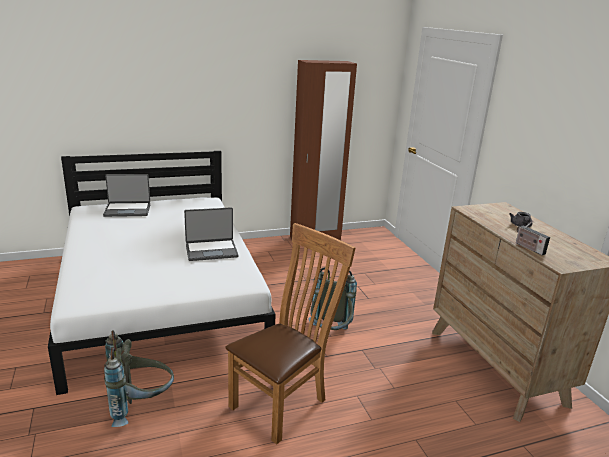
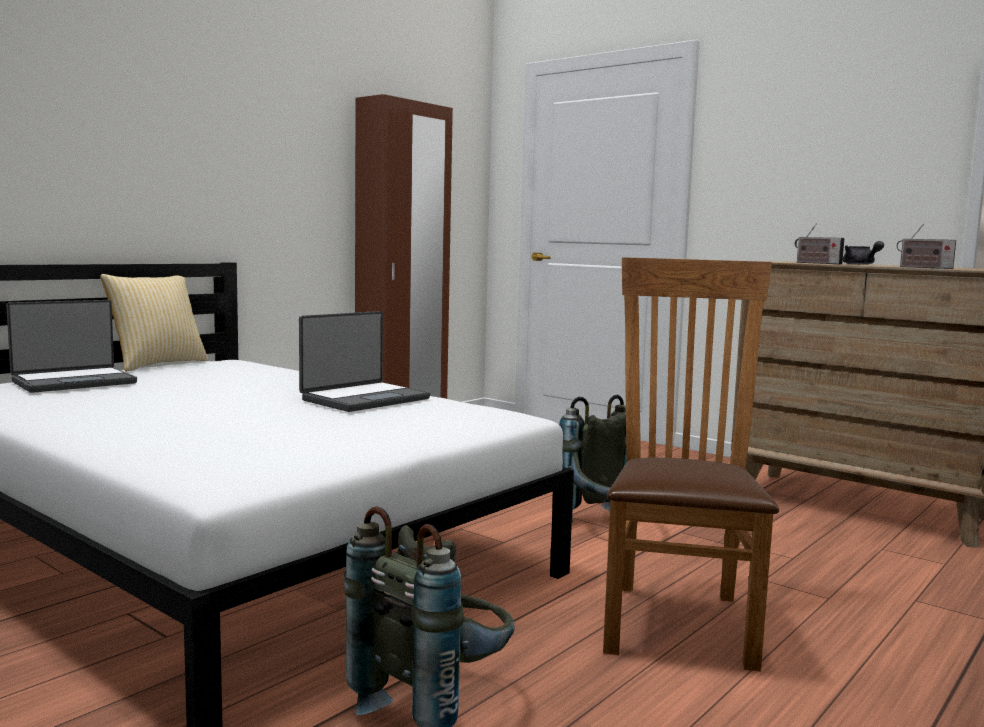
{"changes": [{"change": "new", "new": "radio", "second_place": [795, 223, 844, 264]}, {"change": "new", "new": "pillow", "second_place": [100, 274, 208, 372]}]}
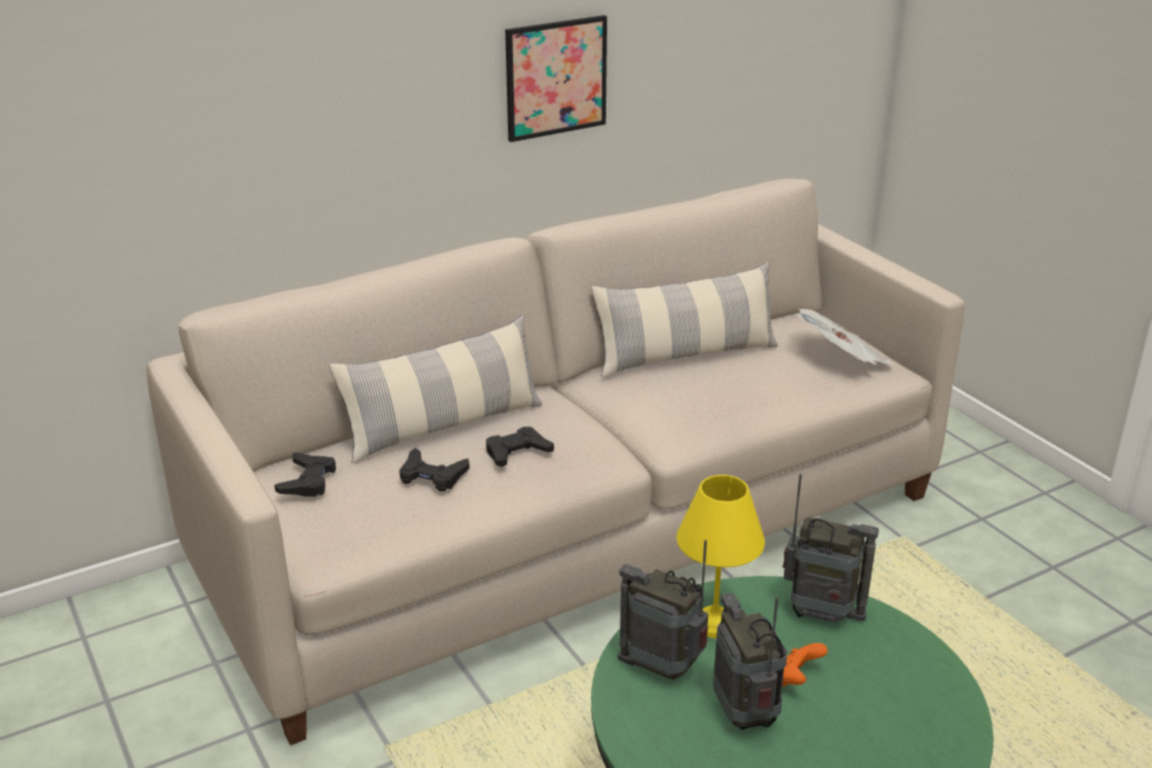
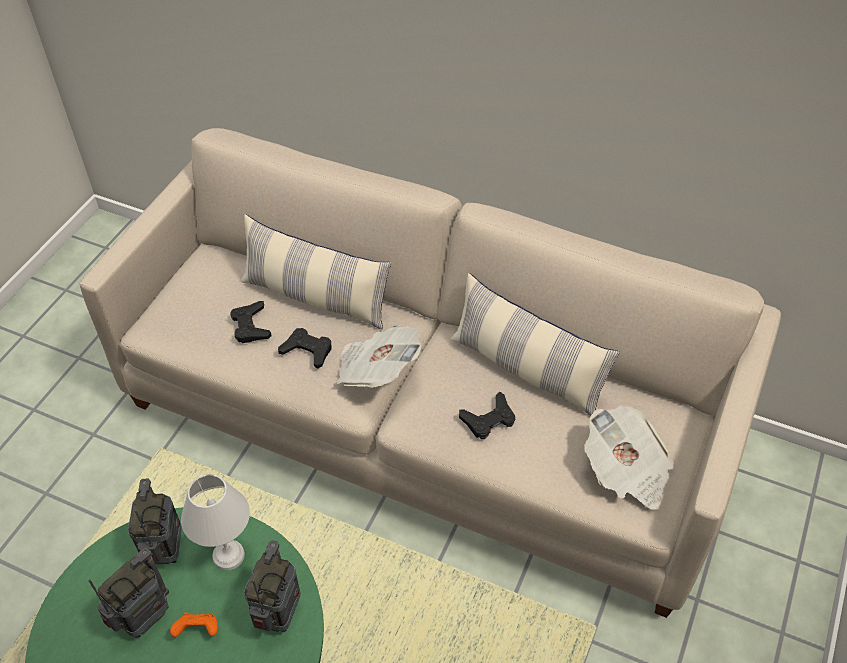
{"changes": [{"change": "gone", "old": "wall art", "first_place": [505, 15, 607, 142]}, {"change": "shifted", "old": "black joypad", "first_place": [274, 453, 336, 497], "second_place": [459, 391, 515, 439]}, {"change": "rotated", "old": "radio", "first_place": [783, 474, 879, 623], "second_place": [244, 540, 301, 632], "degrees": -150}, {"change": "repainted", "old": "yellow-coloured lamp for a table", "new": "white lamp for a table", "first_place": [676, 475, 765, 638], "second_place": [181, 474, 250, 570]}, {"change": "new", "new": "newspaper", "second_place": [336, 325, 421, 388]}]}
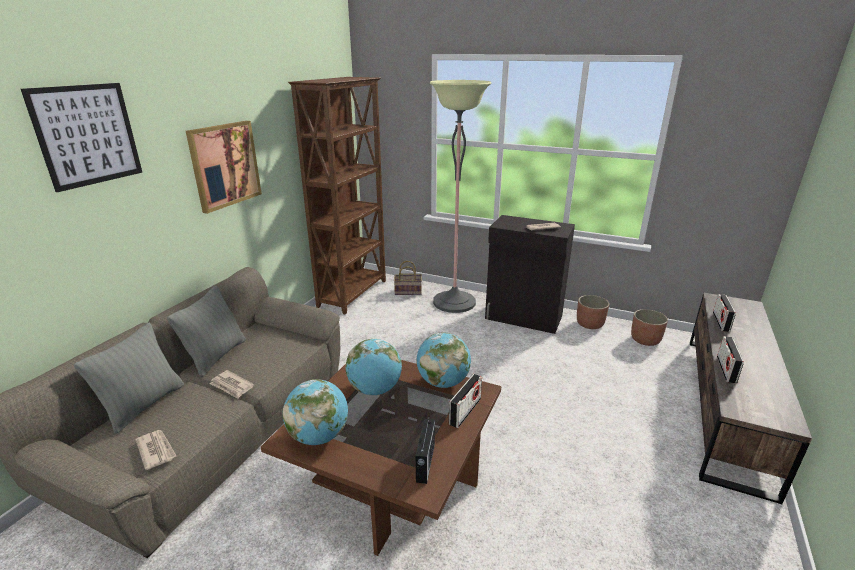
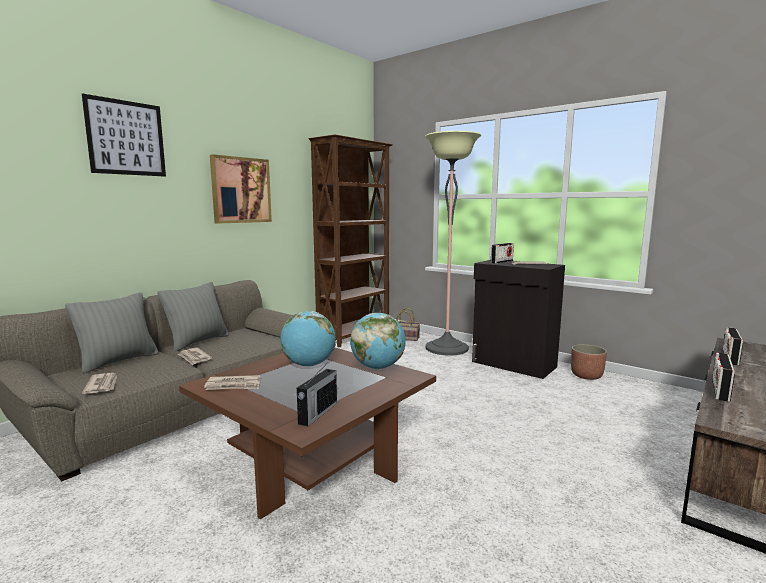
{"changes": [{"change": "gone", "old": "plant pot", "first_place": [631, 309, 668, 346]}, {"change": "shifted", "old": "radio", "first_place": [449, 374, 482, 428], "second_place": [491, 243, 514, 264]}, {"change": "swapped", "old": "world globe", "new": "newspaper", "first_place": [283, 379, 348, 445], "second_place": [204, 375, 261, 390]}]}
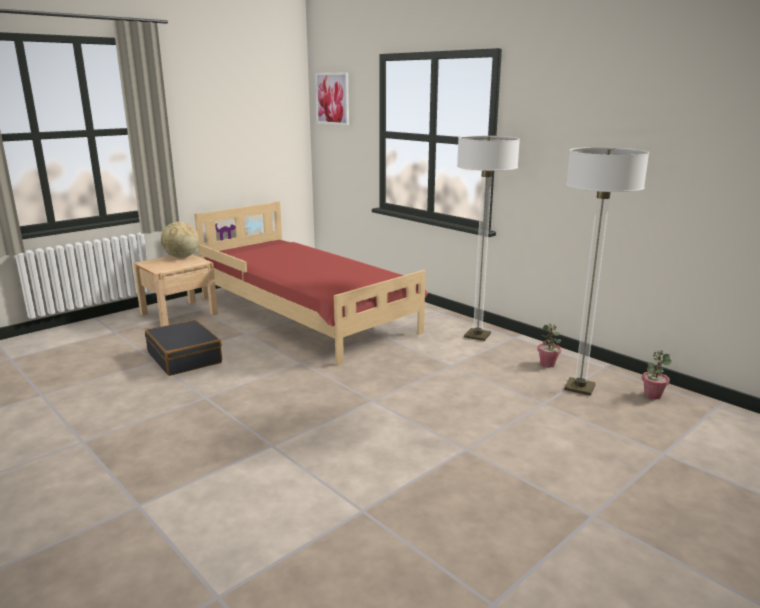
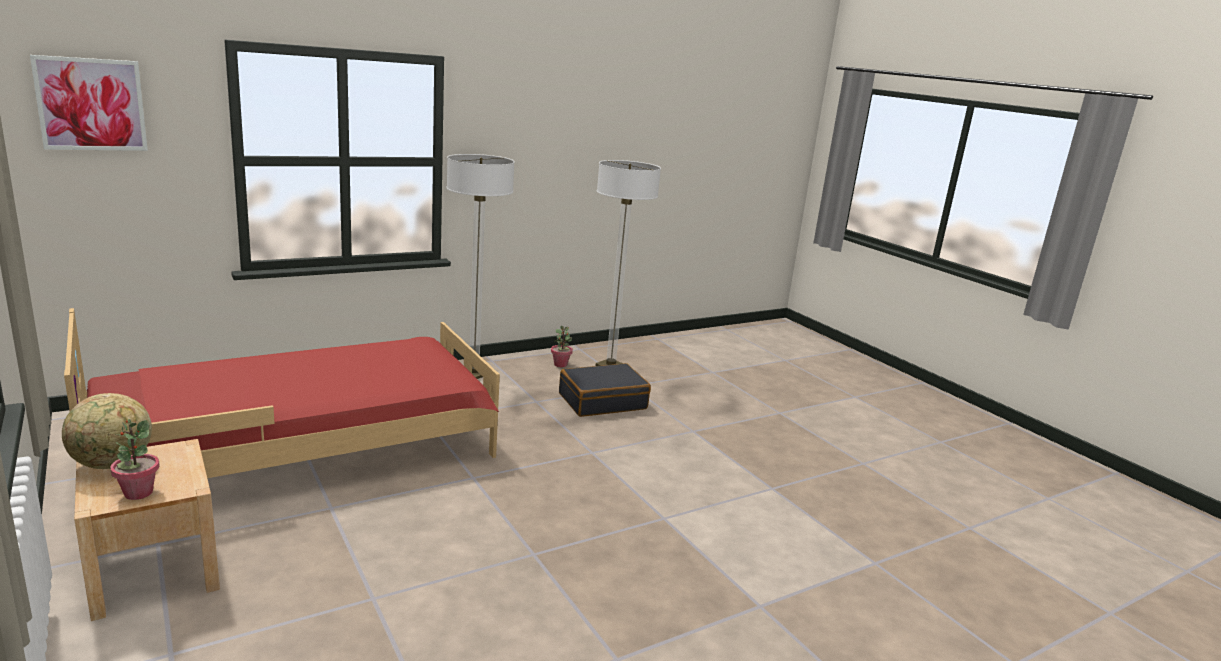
{"changes": [{"change": "shifted", "old": "black piece of luggage", "first_place": [145, 320, 222, 376], "second_place": [559, 363, 651, 417]}, {"change": "shifted", "old": "houseplant", "first_place": [642, 350, 672, 399], "second_place": [110, 419, 160, 500]}]}
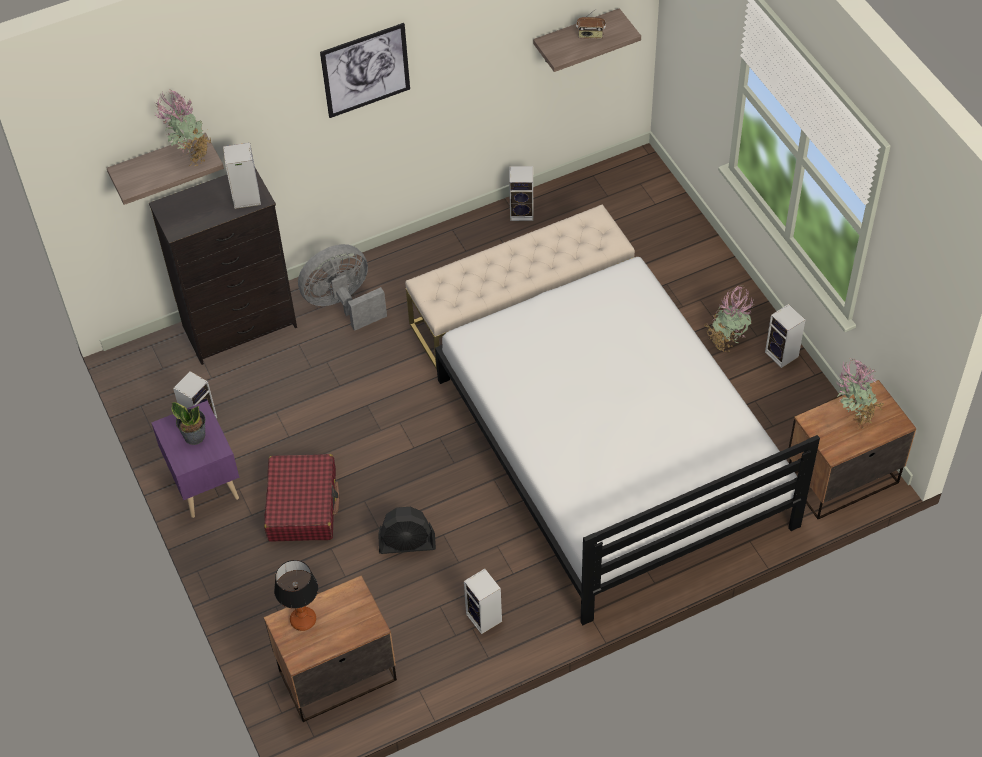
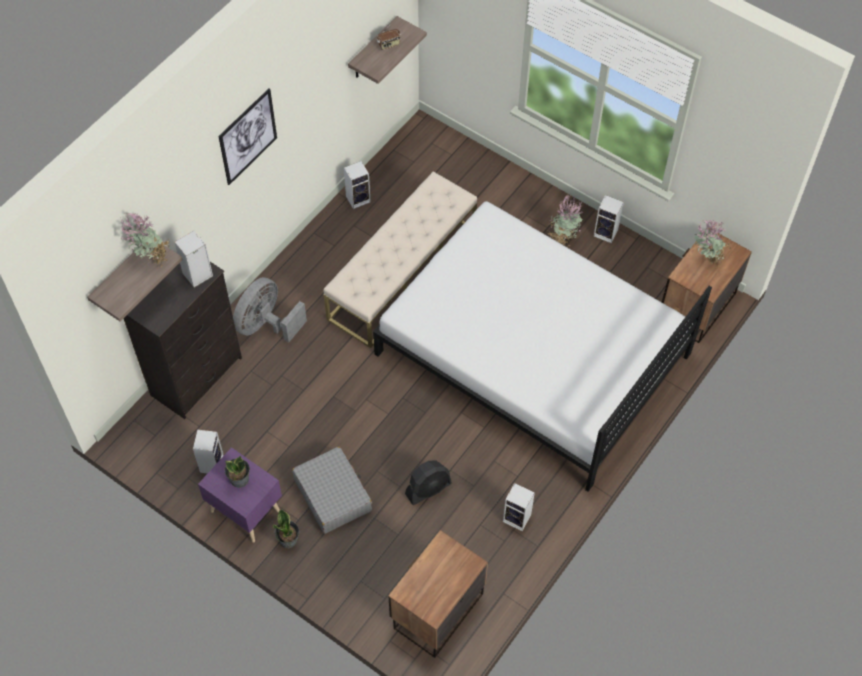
{"changes": [{"change": "repainted", "old": "reddish piece of luggage", "new": "grey piece of luggage", "first_place": [264, 454, 339, 542], "second_place": [292, 447, 372, 534]}, {"change": "gone", "old": "lamp for a table", "first_place": [274, 560, 318, 631]}, {"change": "new", "new": "houseplant", "second_place": [273, 509, 299, 548]}]}
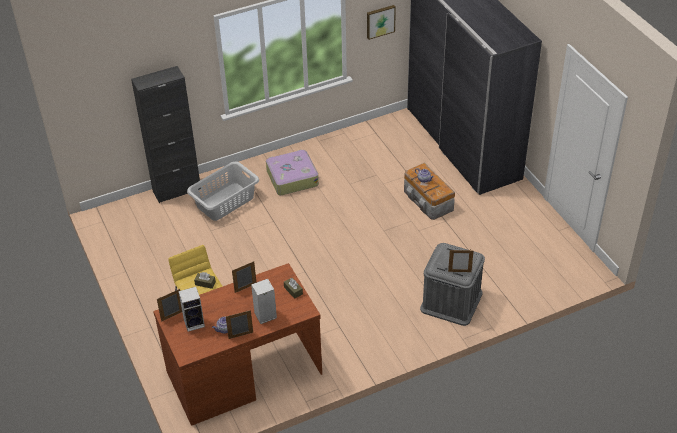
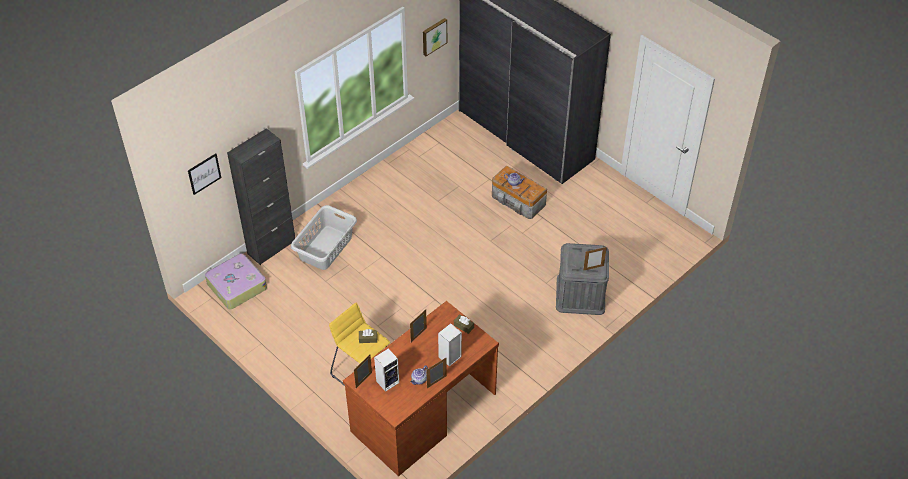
{"changes": [{"change": "shifted", "old": "piece of luggage", "first_place": [266, 149, 319, 195], "second_place": [205, 253, 267, 310]}, {"change": "new", "new": "wall art", "second_place": [188, 153, 222, 195]}]}
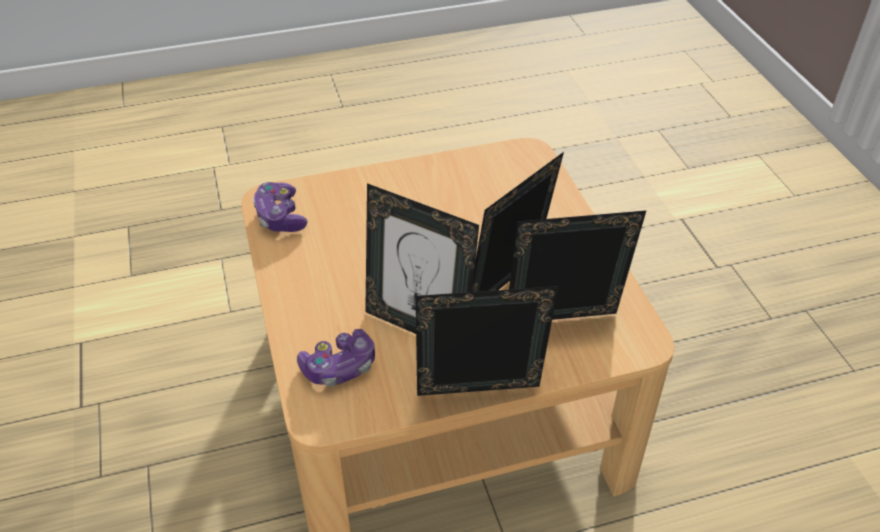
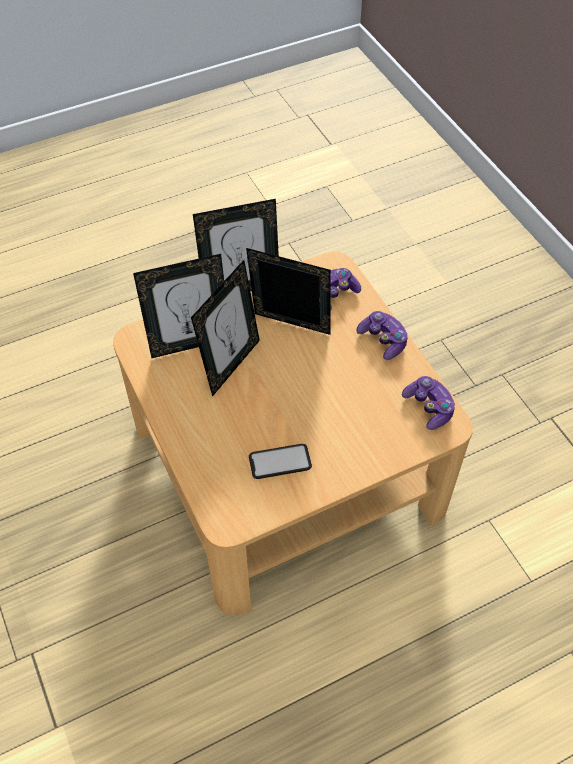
{"changes": [{"change": "new", "new": "joypad", "second_place": [356, 311, 408, 360]}, {"change": "new", "new": "handset", "second_place": [249, 444, 312, 479]}]}
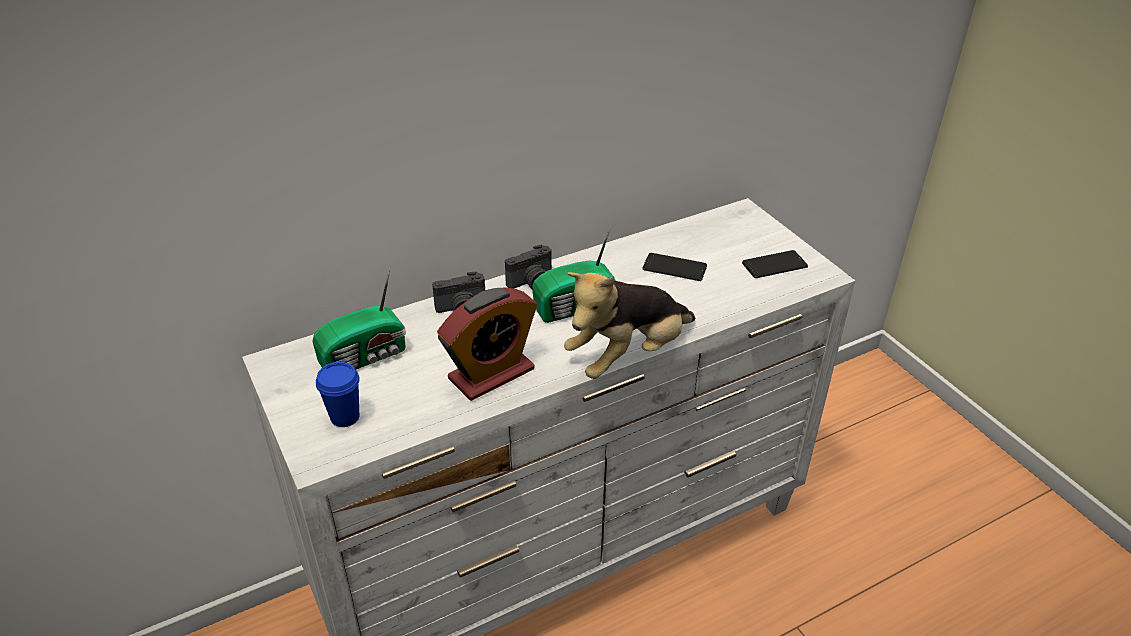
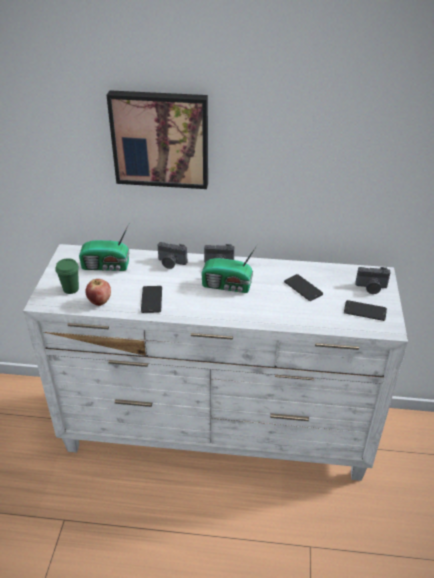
{"changes": [{"change": "gone", "old": "soft toy", "first_place": [564, 272, 695, 379]}, {"change": "swapped", "old": "bedside clock", "new": "handset", "first_place": [437, 287, 537, 401], "second_place": [141, 286, 162, 313]}, {"change": "repainted", "old": "blue-coloured small cup", "new": "green-coloured small cup", "first_place": [316, 362, 360, 427], "second_place": [55, 258, 79, 294]}, {"change": "new", "new": "wall art", "second_place": [106, 90, 208, 189]}, {"change": "new", "new": "still camera", "second_place": [355, 267, 390, 294]}, {"change": "new", "new": "apple fruit", "second_place": [85, 279, 111, 306]}]}
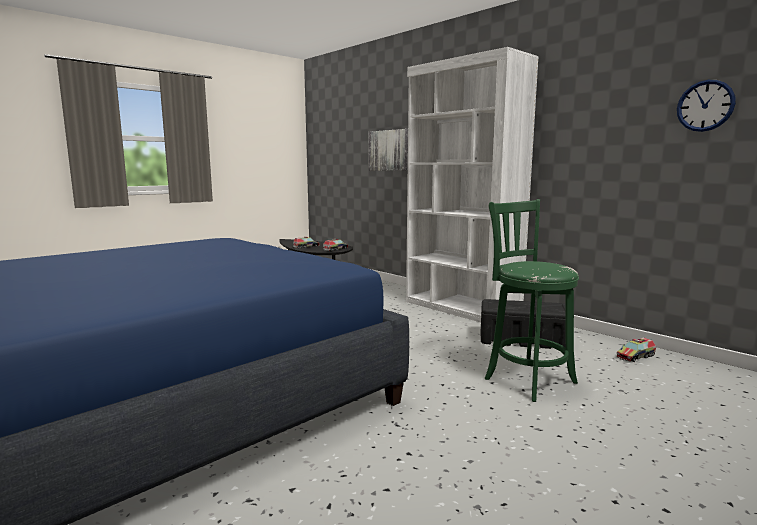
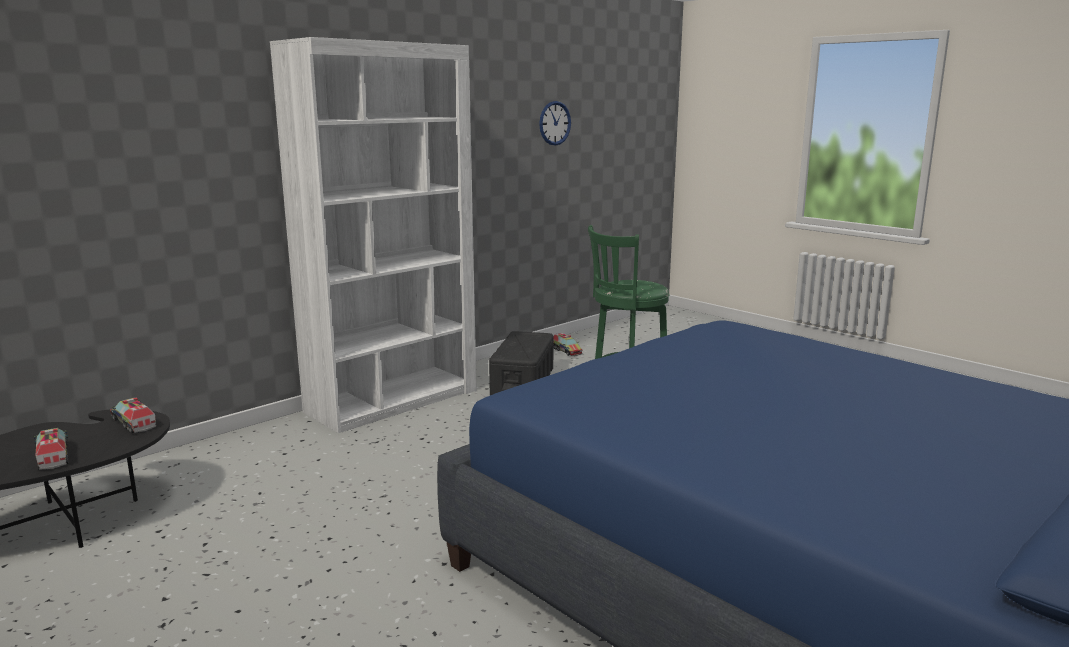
{"changes": [{"change": "gone", "old": "wall art", "first_place": [368, 129, 408, 171]}]}
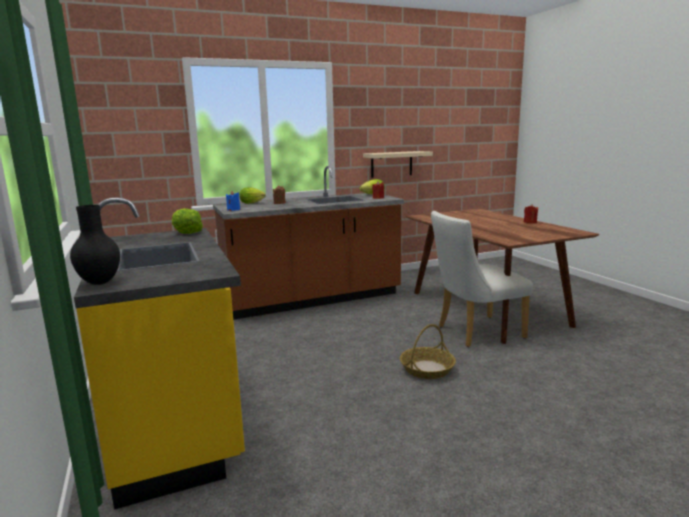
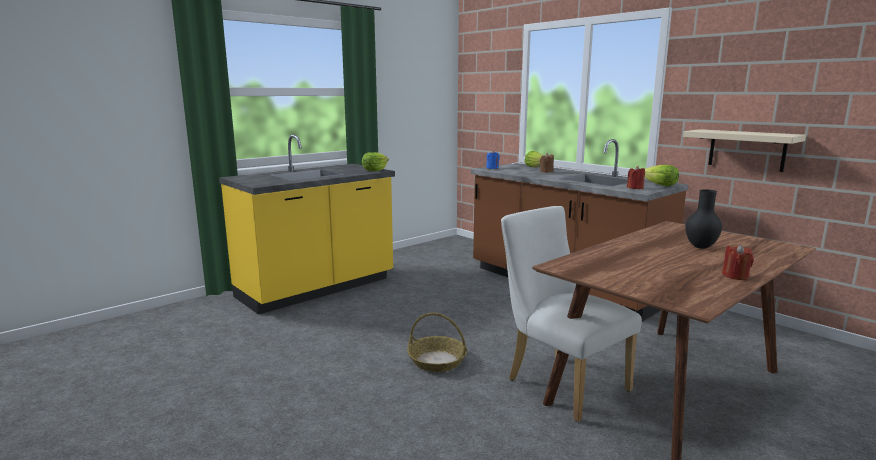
{"changes": [{"change": "shifted", "old": "black vase", "first_place": [70, 205, 120, 285], "second_place": [685, 189, 722, 249]}]}
